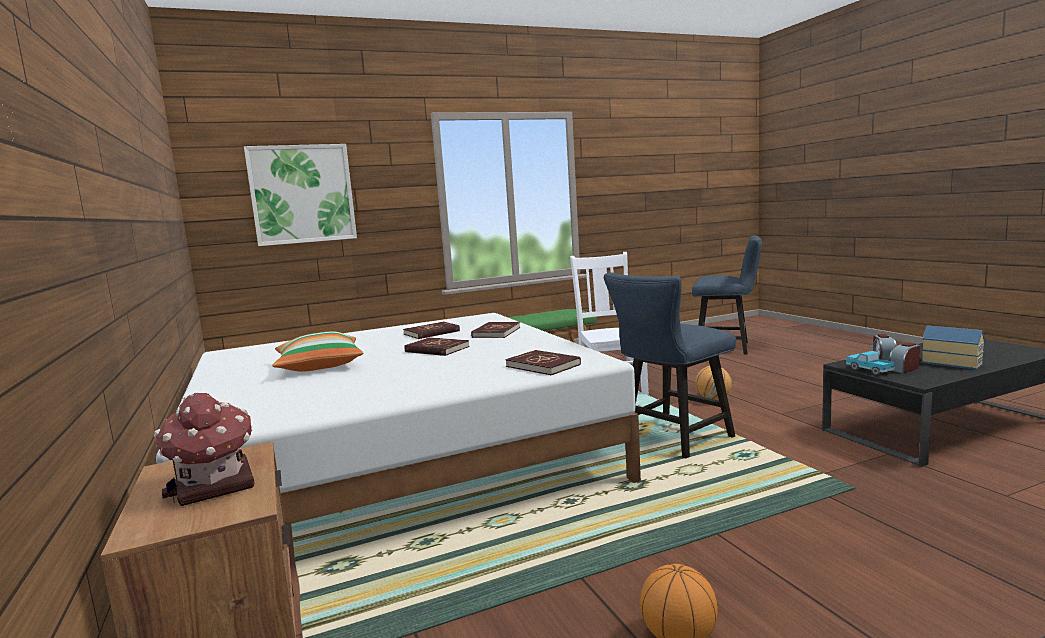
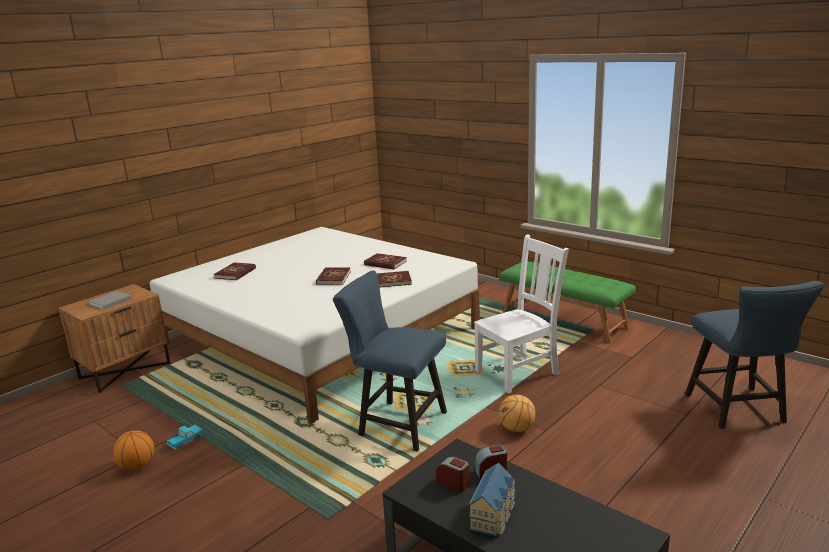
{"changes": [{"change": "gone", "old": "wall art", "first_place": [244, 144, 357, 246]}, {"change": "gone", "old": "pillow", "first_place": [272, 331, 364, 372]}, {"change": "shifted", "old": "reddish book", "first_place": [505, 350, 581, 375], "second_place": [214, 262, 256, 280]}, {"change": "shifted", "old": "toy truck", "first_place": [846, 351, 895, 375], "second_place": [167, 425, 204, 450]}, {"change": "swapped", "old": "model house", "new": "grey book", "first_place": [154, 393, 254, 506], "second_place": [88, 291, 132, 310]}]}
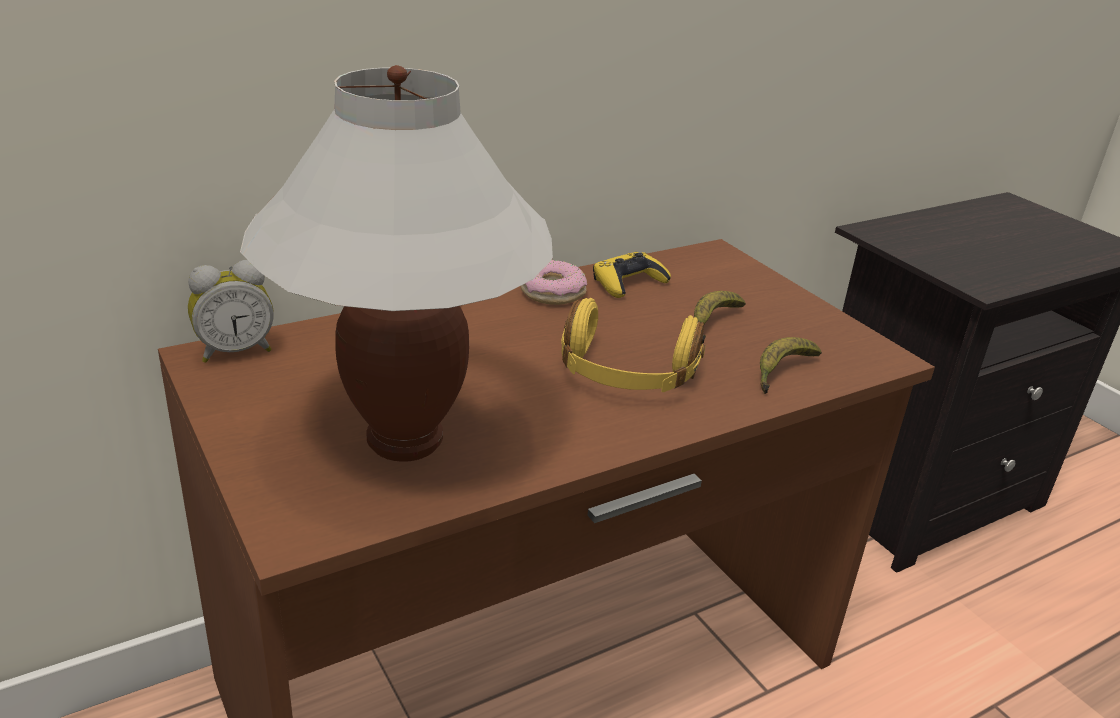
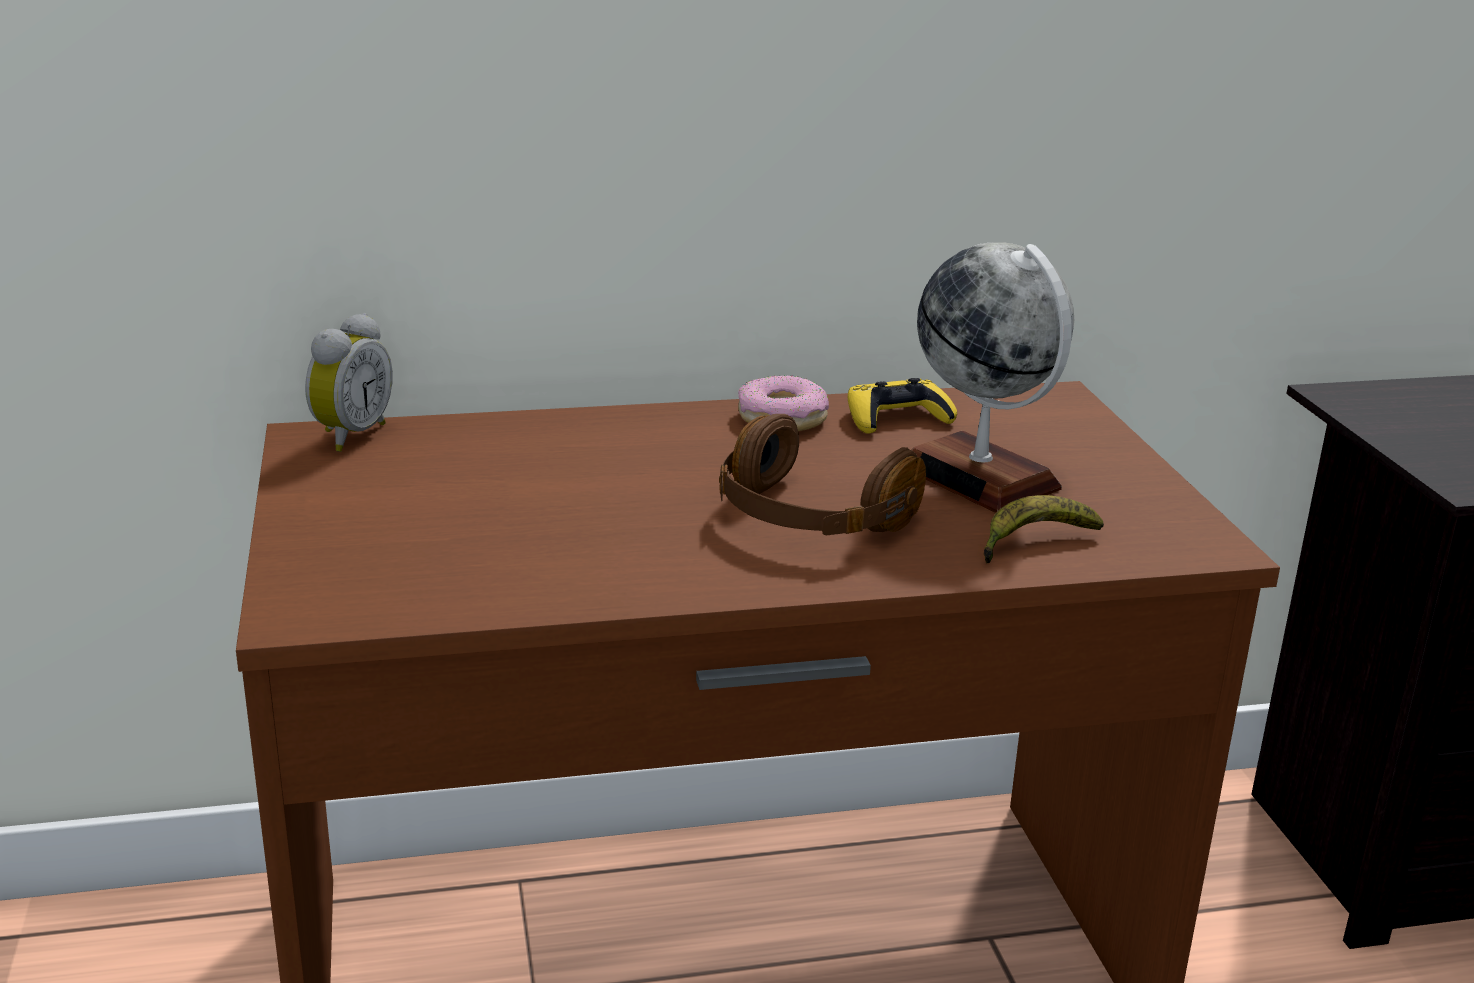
{"changes": [{"change": "gone", "old": "white lamp for a table", "first_place": [240, 65, 553, 462]}, {"change": "rotated", "old": "bedside clock", "first_place": [188, 260, 274, 363], "second_place": [305, 313, 393, 452], "degrees": -60}, {"change": "swapped", "old": "banana fruit", "new": "world globe", "first_place": [694, 291, 746, 344], "second_place": [911, 242, 1074, 513]}, {"change": "repainted", "old": "yellow-coloured headphones", "new": "brown headphones", "first_place": [561, 298, 705, 392], "second_place": [719, 414, 926, 536]}]}
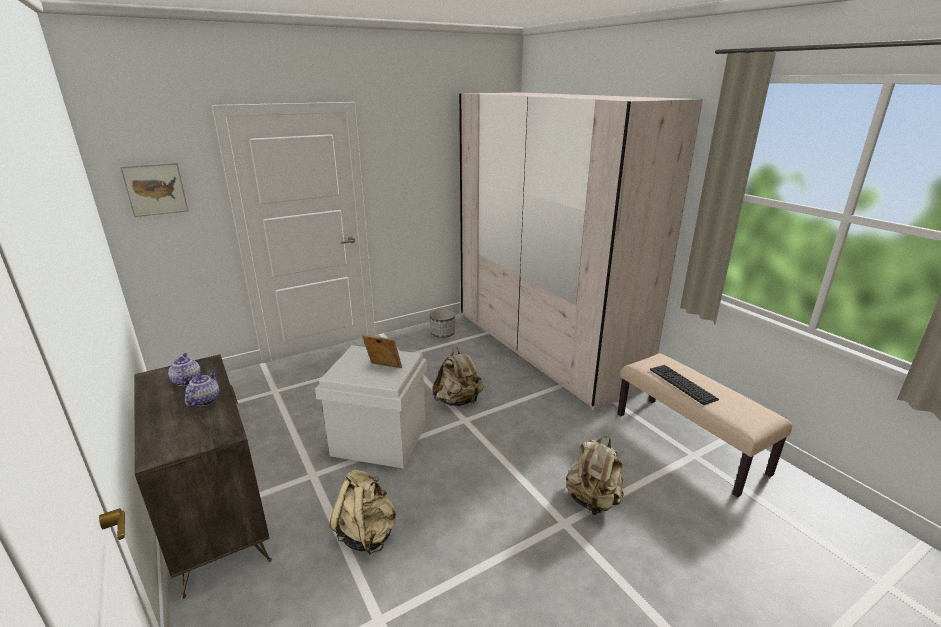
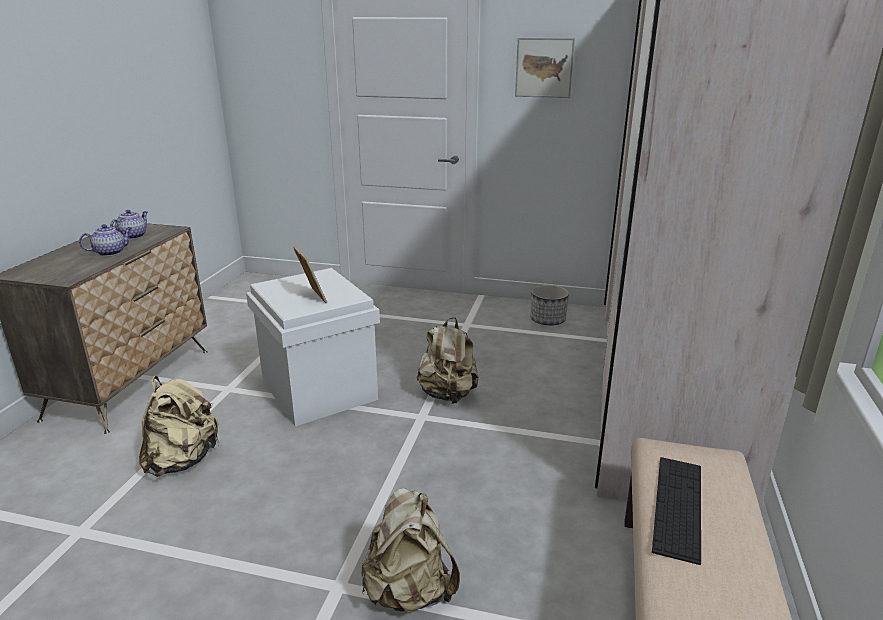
{"changes": [{"change": "shifted", "old": "wall art", "first_place": [120, 163, 189, 217], "second_place": [515, 38, 575, 98]}]}
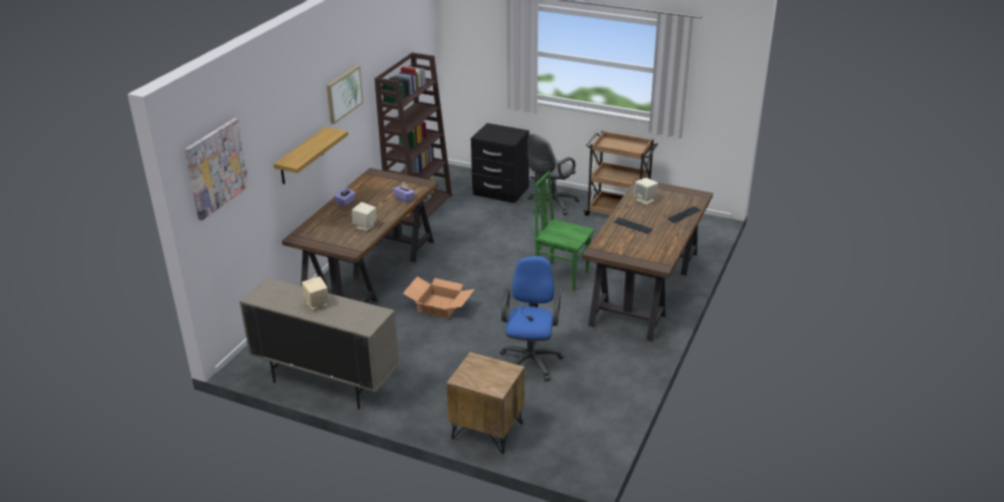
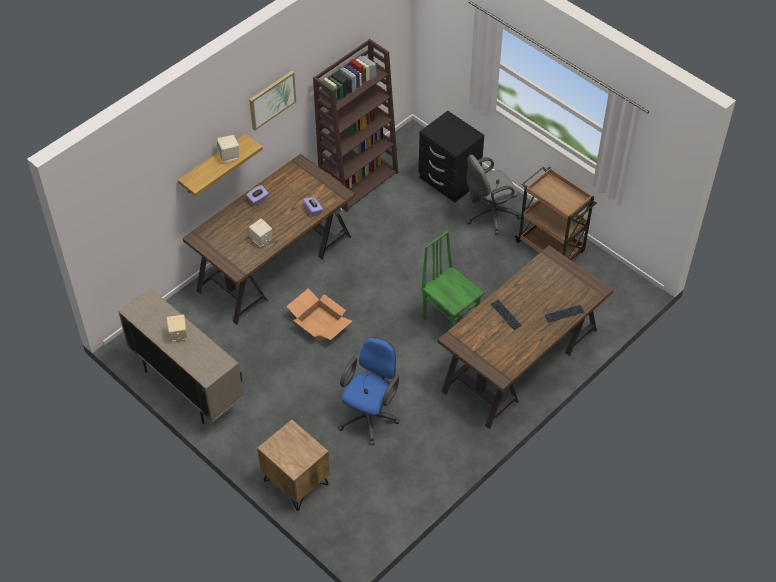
{"changes": [{"change": "gone", "old": "wall art", "first_place": [185, 118, 249, 220]}, {"change": "shifted", "old": "beige audio speaker", "first_place": [634, 178, 658, 205], "second_place": [217, 135, 239, 163]}]}
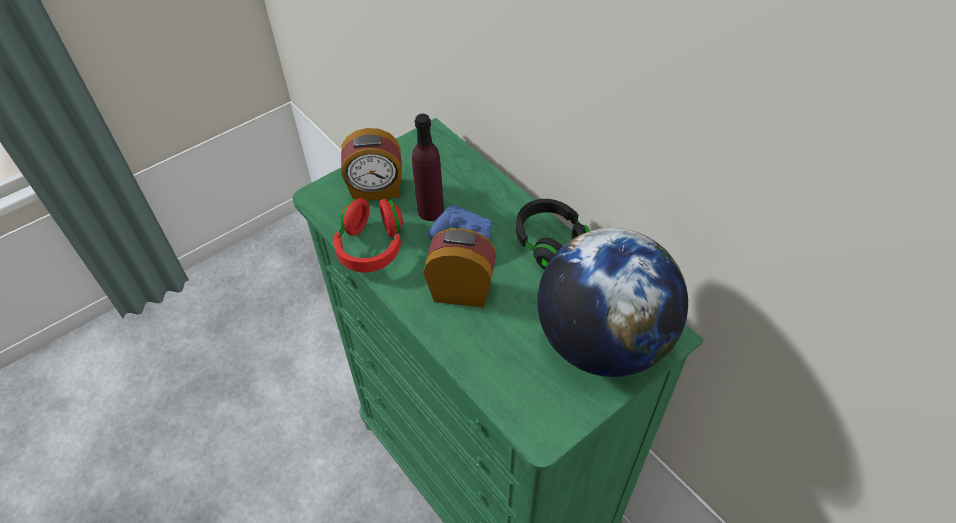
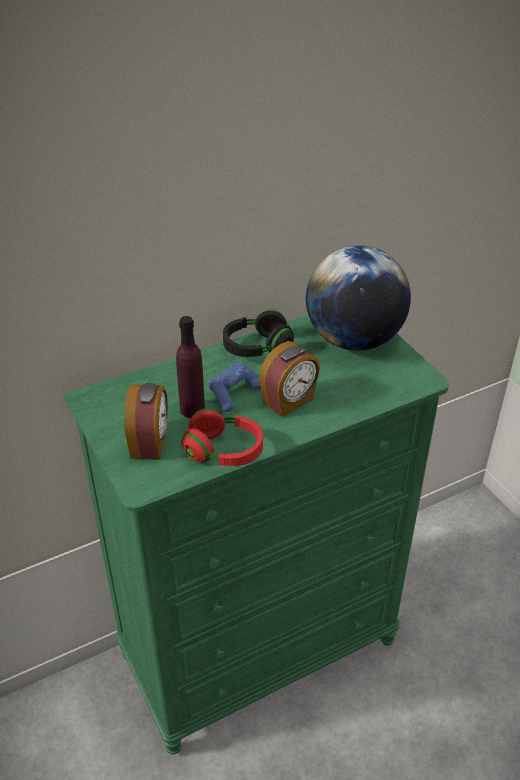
{"changes": [{"change": "rotated", "old": "bedside clock", "first_place": [423, 228, 496, 308], "second_place": [259, 341, 320, 417], "degrees": -150}]}
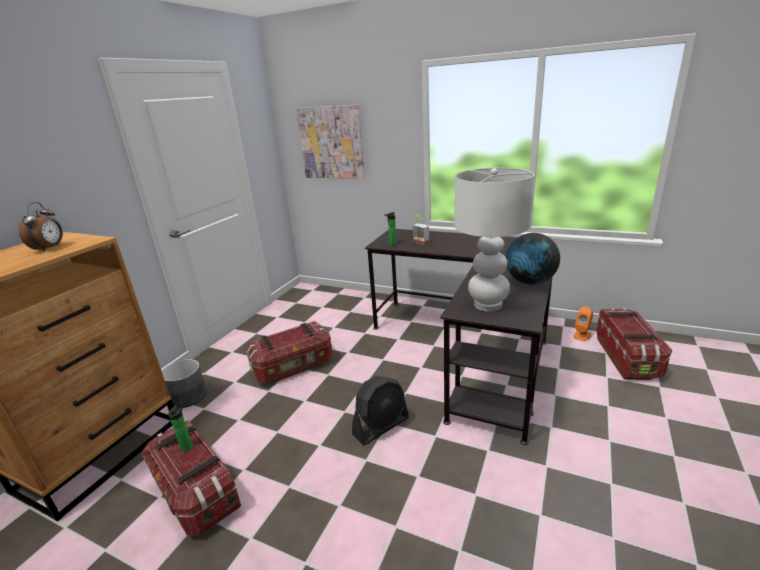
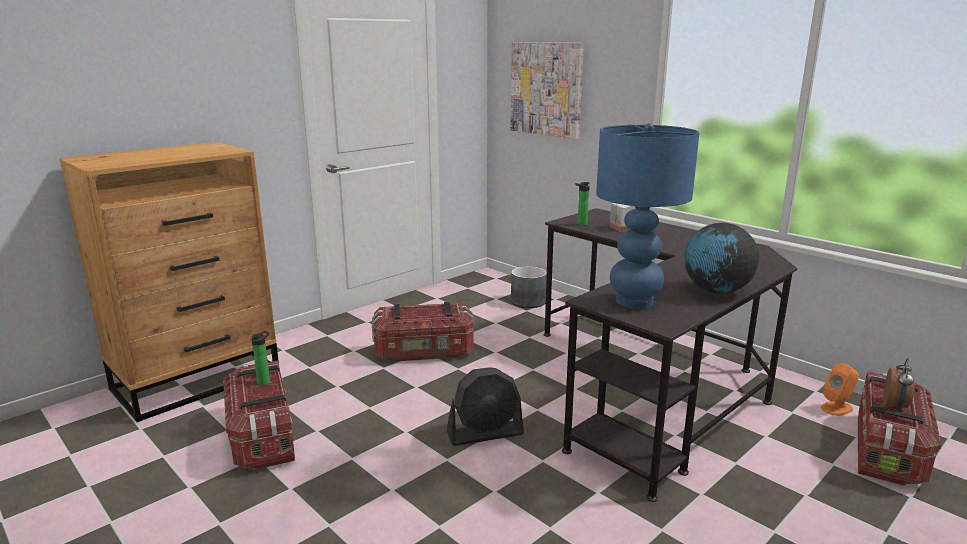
{"changes": [{"change": "repainted", "old": "white lamp for a table", "new": "blue-coloured lamp for a table", "first_place": [454, 168, 535, 312], "second_place": [596, 123, 700, 309]}, {"change": "shifted", "old": "bedside clock", "first_place": [19, 202, 63, 252], "second_place": [883, 358, 915, 411]}, {"change": "shifted", "old": "grey plant pot", "first_place": [162, 359, 207, 408], "second_place": [511, 266, 547, 308]}]}
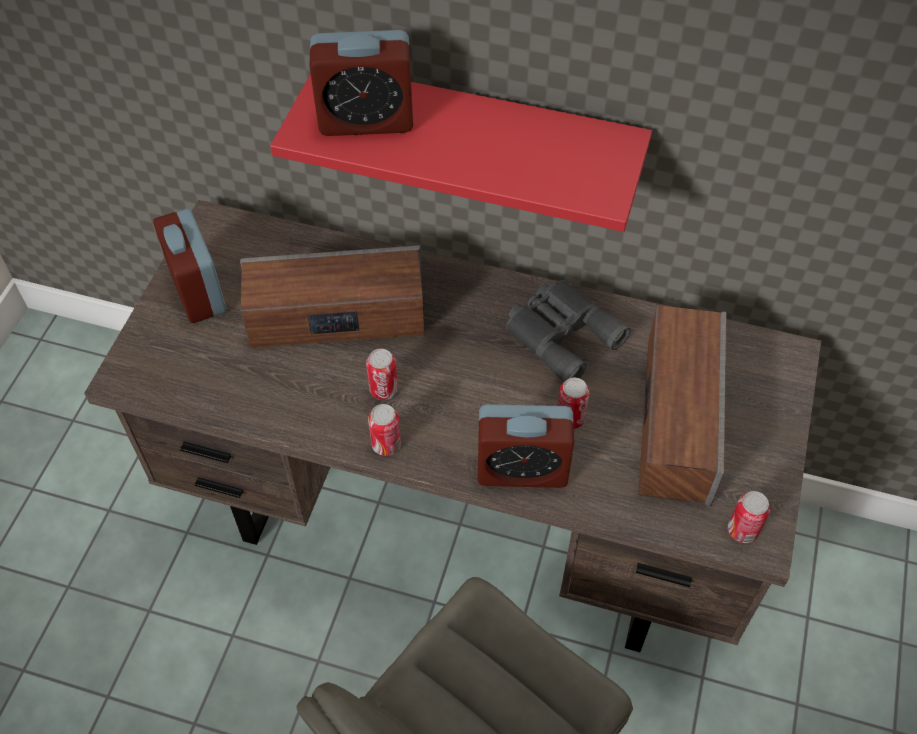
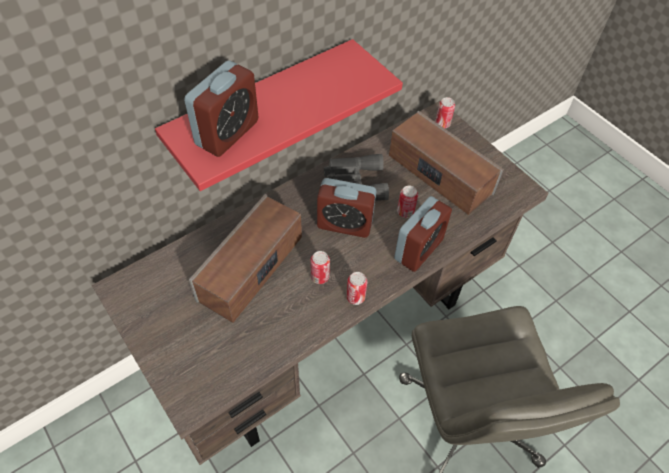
{"changes": [{"change": "shifted", "old": "bedside clock", "first_place": [153, 208, 226, 323], "second_place": [317, 178, 376, 238]}, {"change": "shifted", "old": "can", "first_place": [728, 491, 770, 543], "second_place": [435, 97, 455, 128]}]}
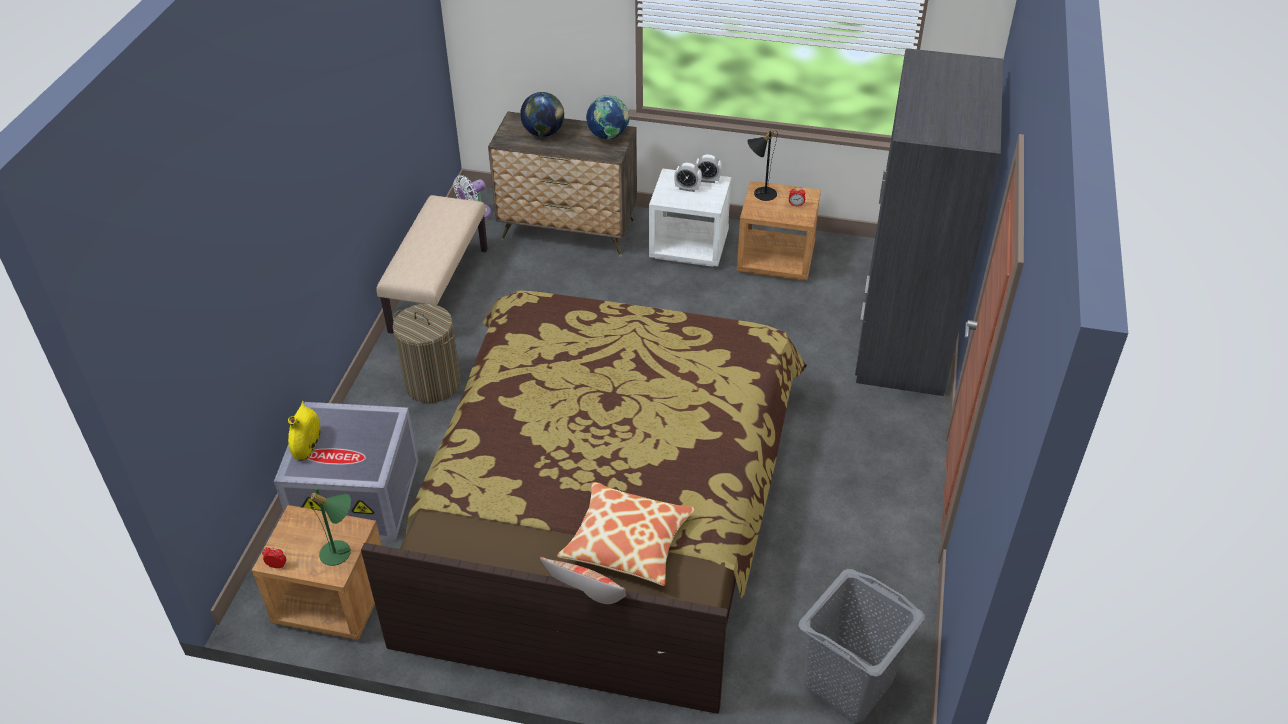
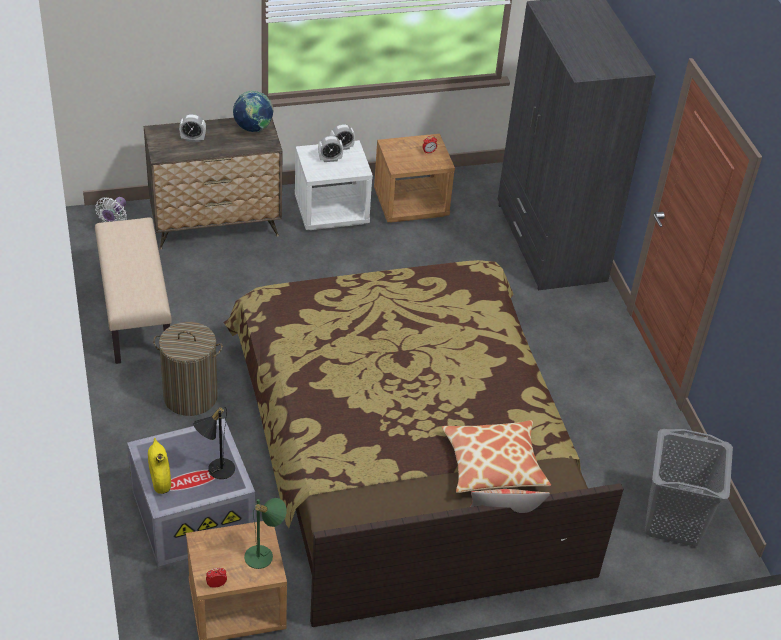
{"changes": [{"change": "swapped", "old": "world globe", "new": "bedside clock", "first_place": [520, 92, 564, 137], "second_place": [179, 114, 206, 142]}, {"change": "shifted", "old": "black lamp for a table", "first_place": [747, 130, 777, 201], "second_place": [193, 407, 235, 479]}]}
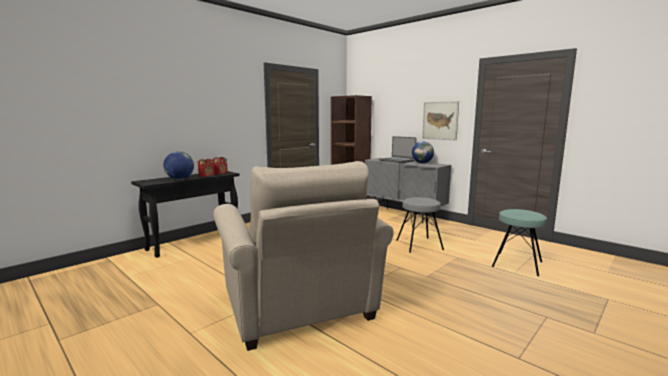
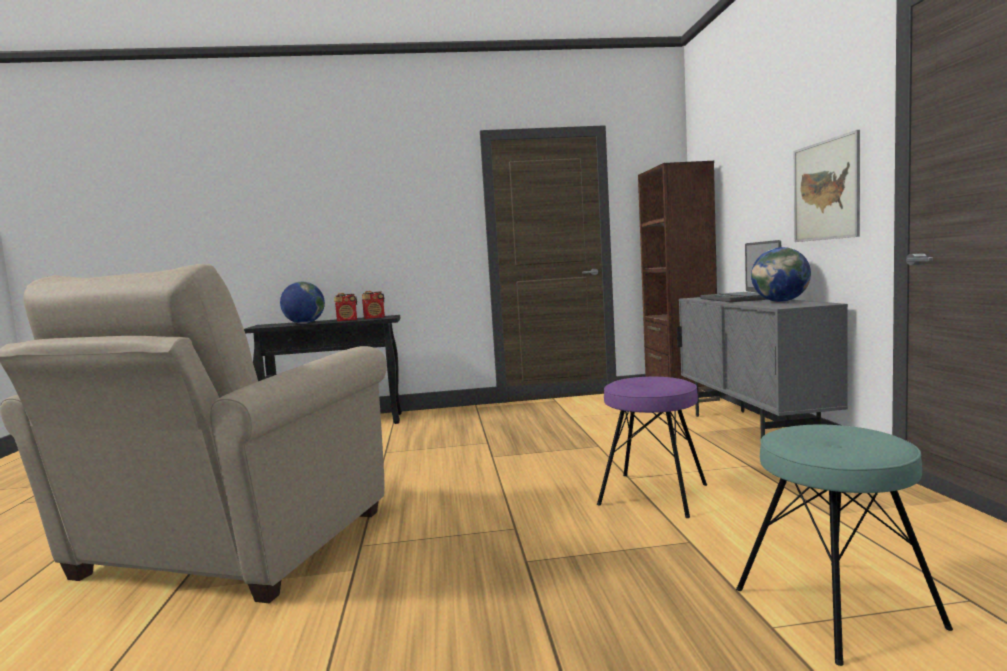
{"changes": [{"change": "repainted", "old": "grey stool seat", "new": "purple stool seat", "first_place": [396, 197, 444, 253], "second_place": [597, 377, 707, 518]}]}
